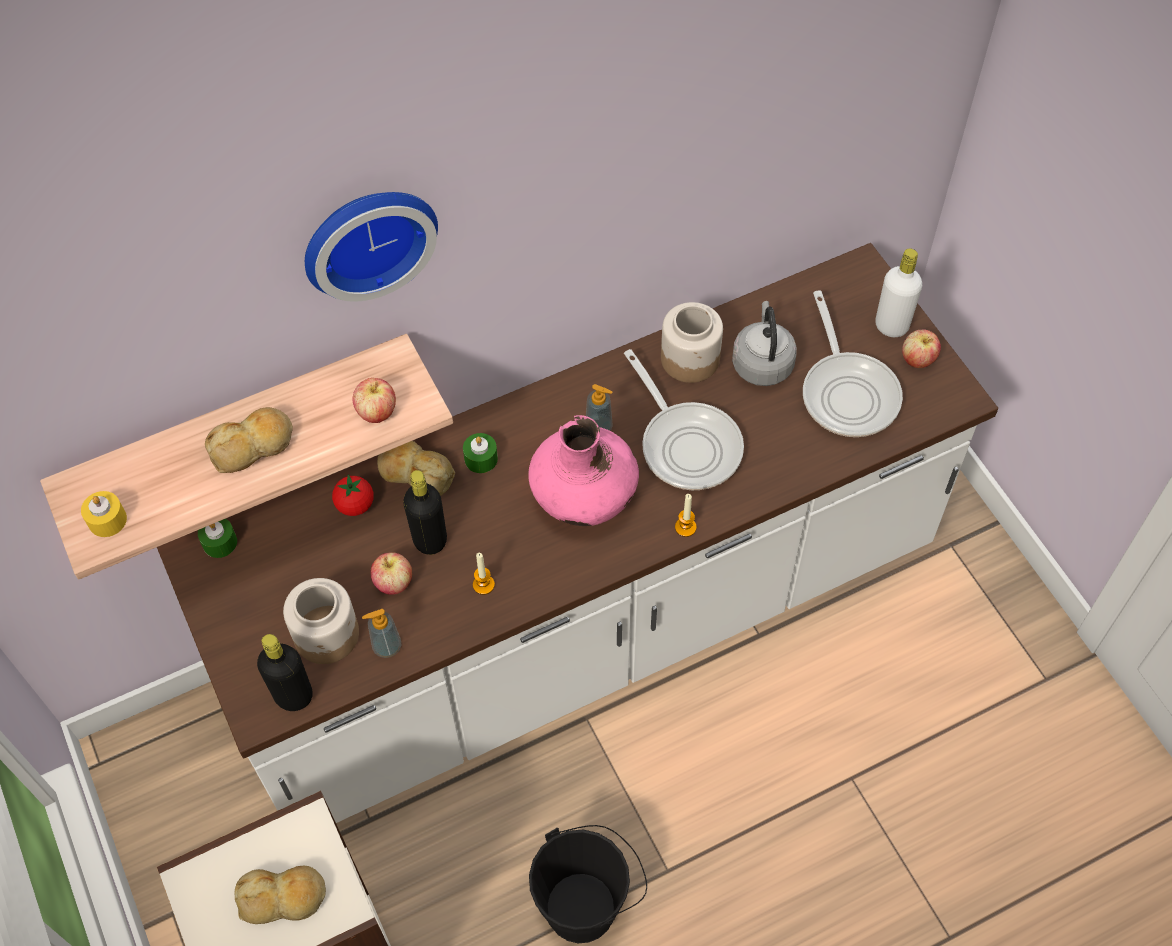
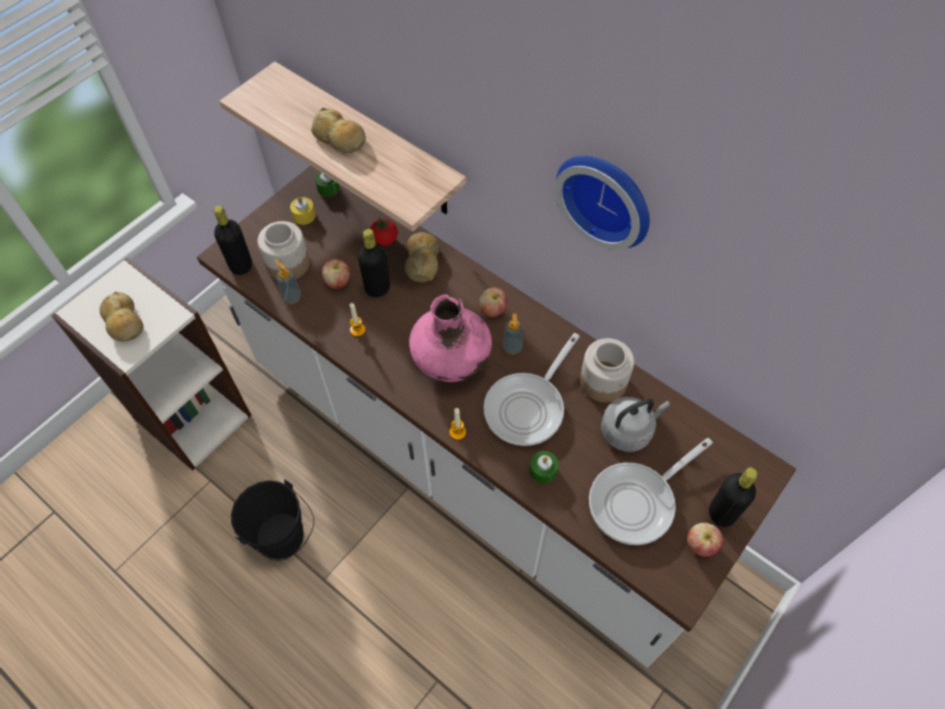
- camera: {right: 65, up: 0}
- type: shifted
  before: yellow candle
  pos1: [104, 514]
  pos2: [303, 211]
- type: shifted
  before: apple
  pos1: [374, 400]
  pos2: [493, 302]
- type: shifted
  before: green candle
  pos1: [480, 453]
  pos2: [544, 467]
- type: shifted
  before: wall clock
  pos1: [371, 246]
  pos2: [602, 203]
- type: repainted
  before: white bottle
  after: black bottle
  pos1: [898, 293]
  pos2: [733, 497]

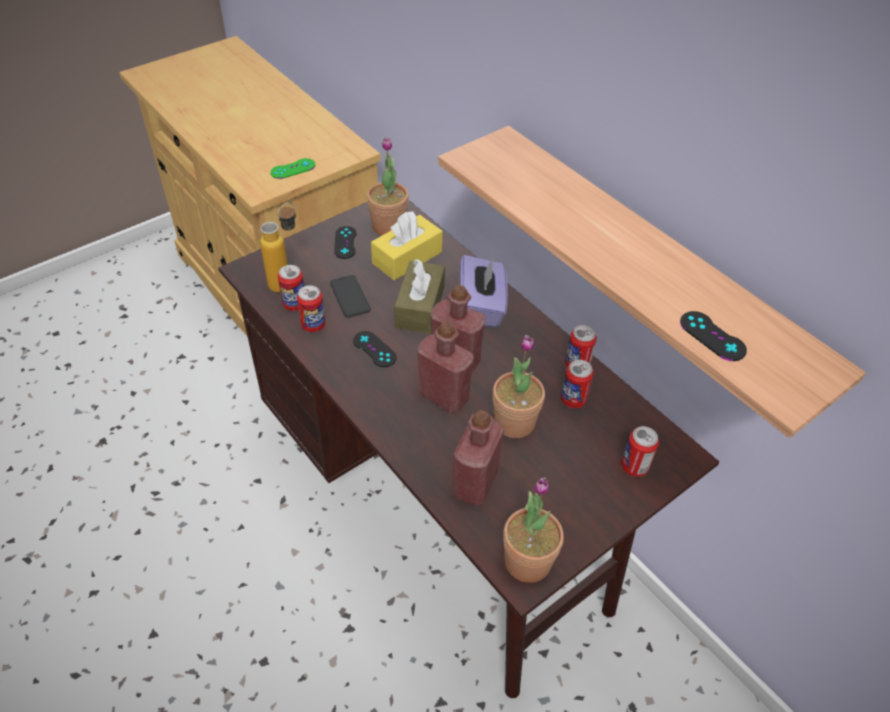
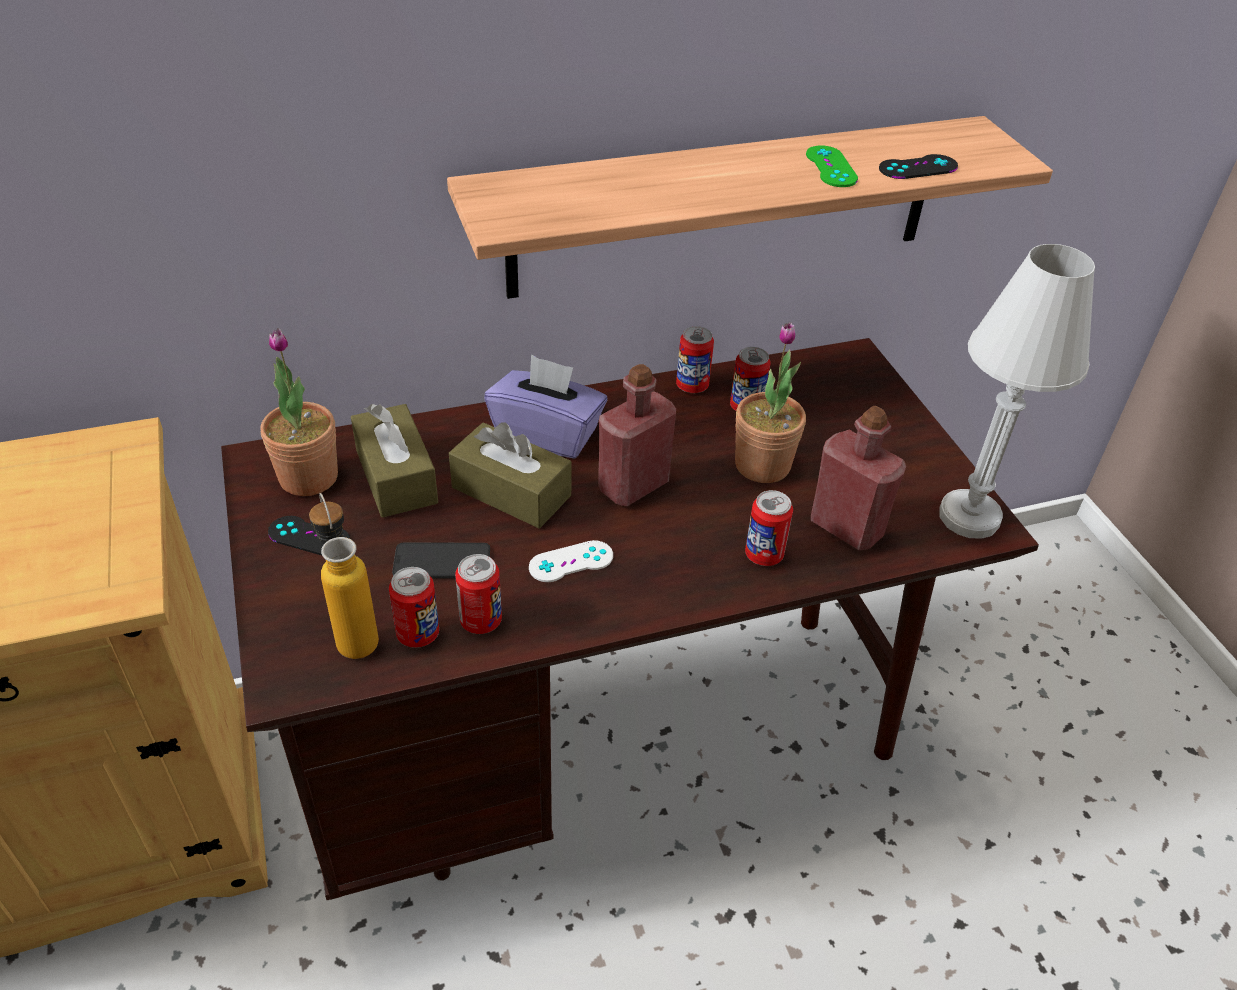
- camera: {right: -70, up: -5}
- type: repainted
  before: yellow tissue box
  after: brown tissue box
  pos1: [407, 245]
  pos2: [394, 461]
- type: repainted
  before: black game controller
  after: white game controller
  pos1: [375, 349]
  pos2: [571, 561]
- type: shifted
  before: can
  pos1: [640, 451]
  pos2: [769, 528]
- type: shifted
  before: green game controller
  pos1: [292, 168]
  pos2: [832, 166]
- type: swapped
  before: potted plant
  after: white table lamp
  pos1: [533, 530]
  pos2: [1017, 391]
- type: gone
  before: red bottle
  pos1: [446, 367]

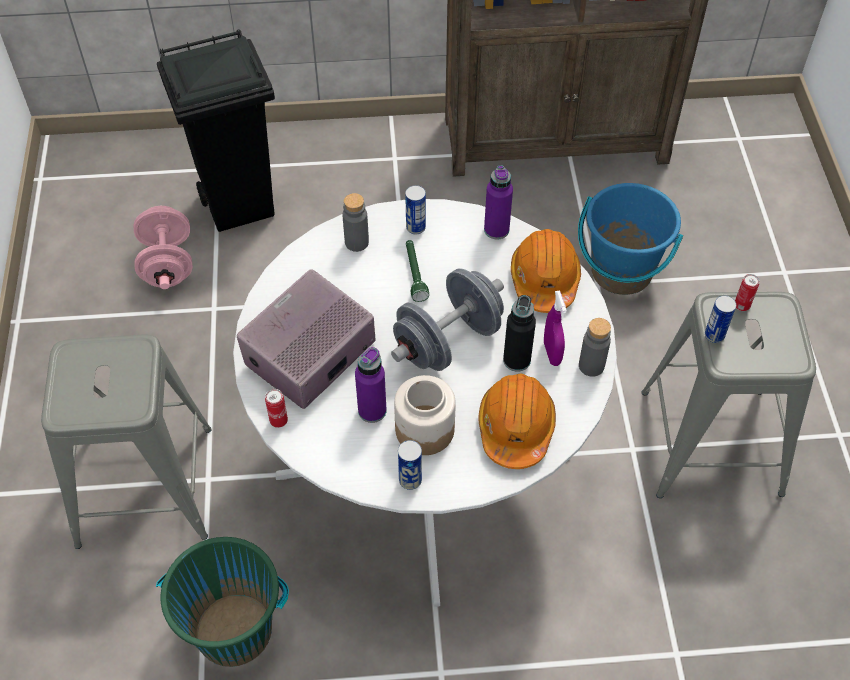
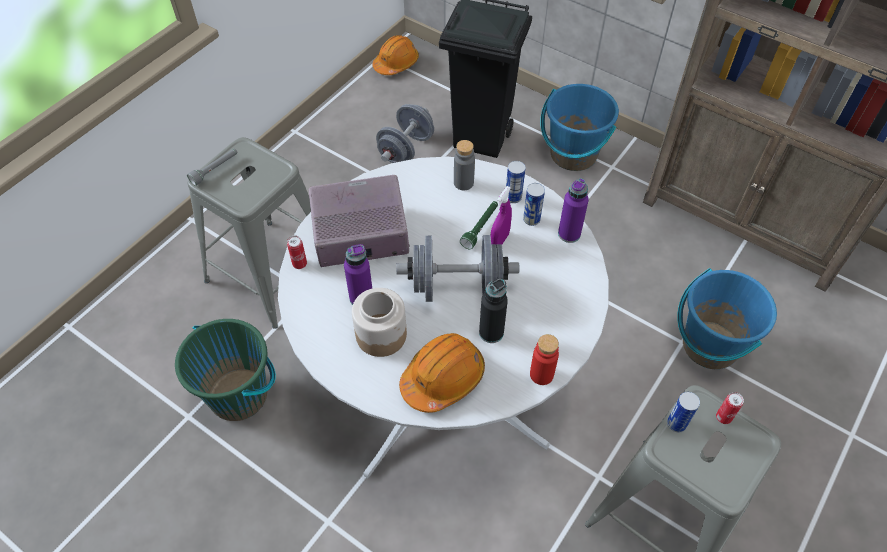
- camera: {right: 40, up: 0}
- type: new
  after: grey flashlight
  pos2: [212, 167]
- type: shifted
  before: orange hard hat
  pos1: [546, 271]
  pos2: [396, 55]
- type: repainted
  before: pink dumbbell
  after: grey dumbbell
  pos1: [163, 247]
  pos2: [405, 133]
- type: shifted
  before: purple spray bottle
  pos1: [555, 328]
  pos2: [501, 215]
- type: shifted
  before: can
  pos1: [410, 465]
  pos2: [534, 204]
- type: repainted
  before: grey bottle
  after: red bottle
  pos1: [595, 347]
  pos2: [544, 359]
- type: new
  after: blue bucket
  pos2: [579, 127]

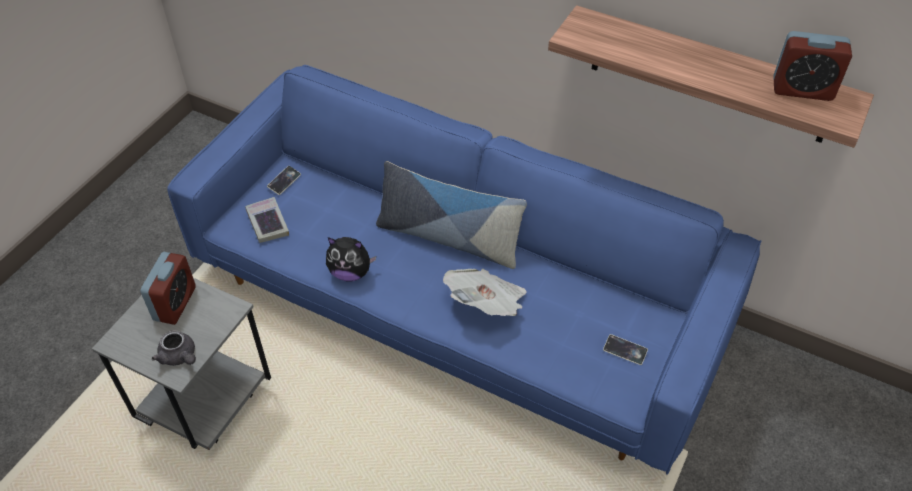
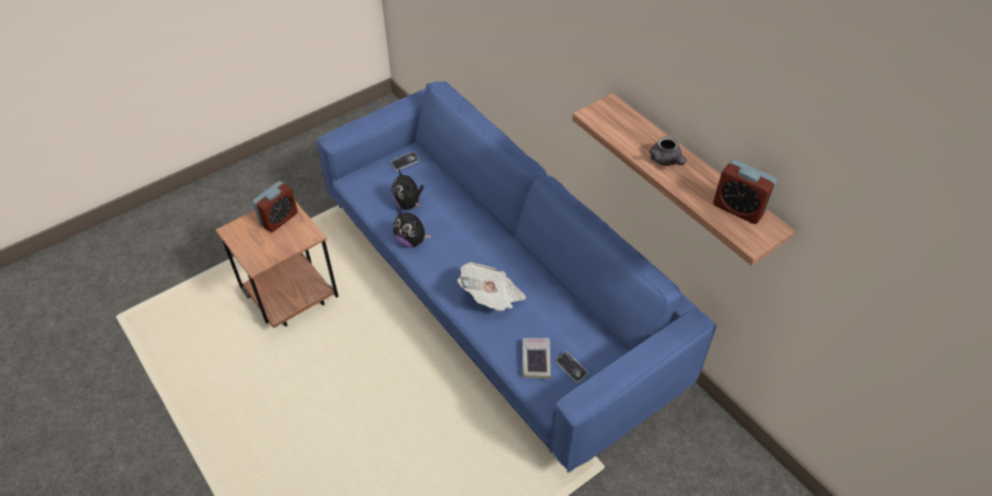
- camera: {right: 25, up: 0}
- type: repainted
  before: grey side table
  after: brown side table
  pos1: [181, 364]
  pos2: [277, 264]
- type: new
  after: plush toy
  pos2: [407, 189]
- type: shifted
  before: book
  pos1: [267, 220]
  pos2: [536, 358]
- type: shifted
  before: grey teapot
  pos1: [174, 348]
  pos2: [667, 151]
- type: gone
  before: pillow
  pos1: [451, 215]

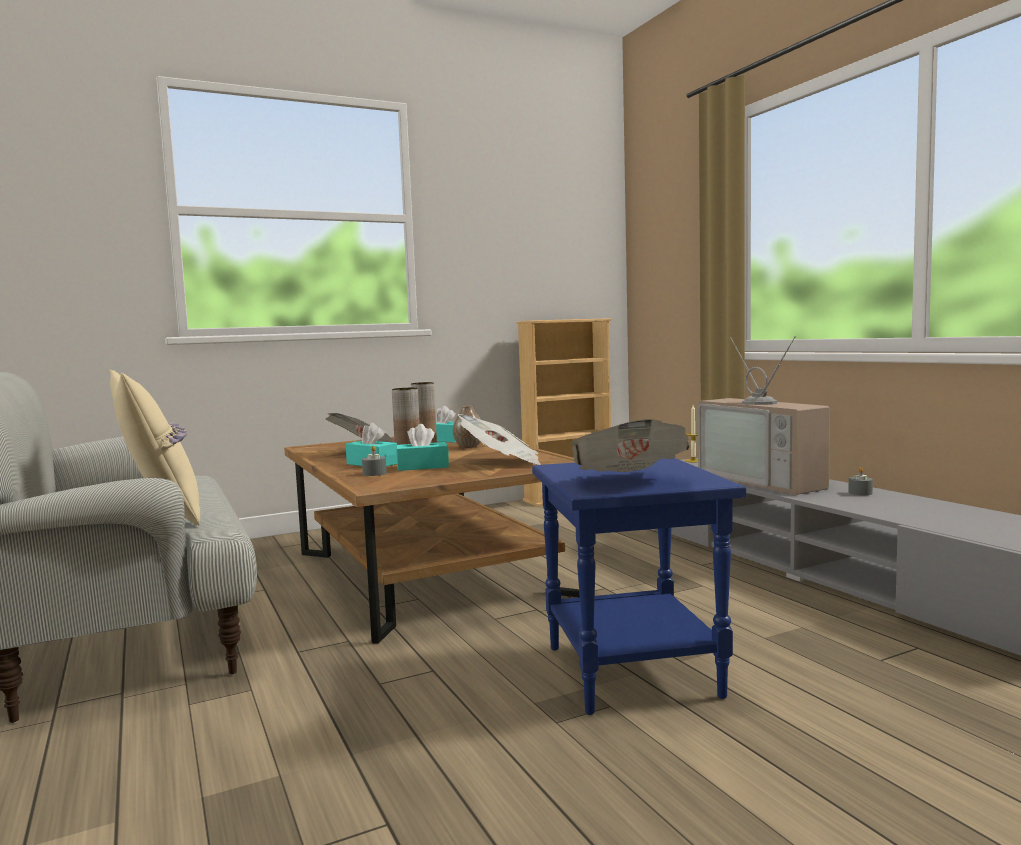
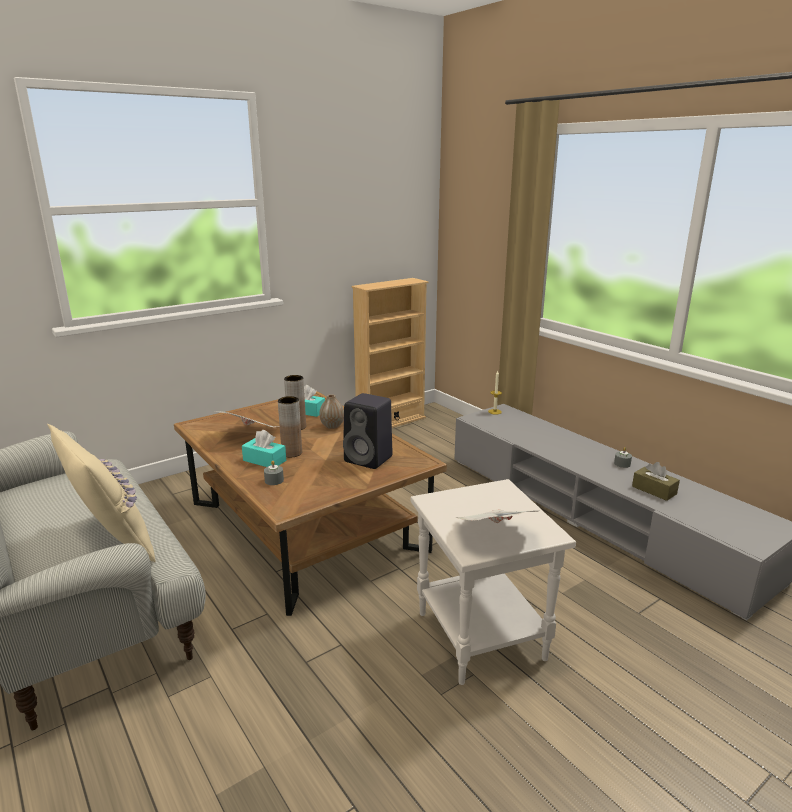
- camera: {right: -10, up: 15}
- type: swapped
  before: newspaper
  after: black speaker
  pos1: [499, 439]
  pos2: [368, 431]
- type: repainted
  before: blue side table
  after: white side table
  pos1: [639, 586]
  pos2: [493, 582]
- type: new
  after: brown tissue box
  pos2: [656, 481]
- type: gone
  before: turquoise tissue box
  pos1: [422, 447]
- type: gone
  before: television
  pos1: [764, 415]

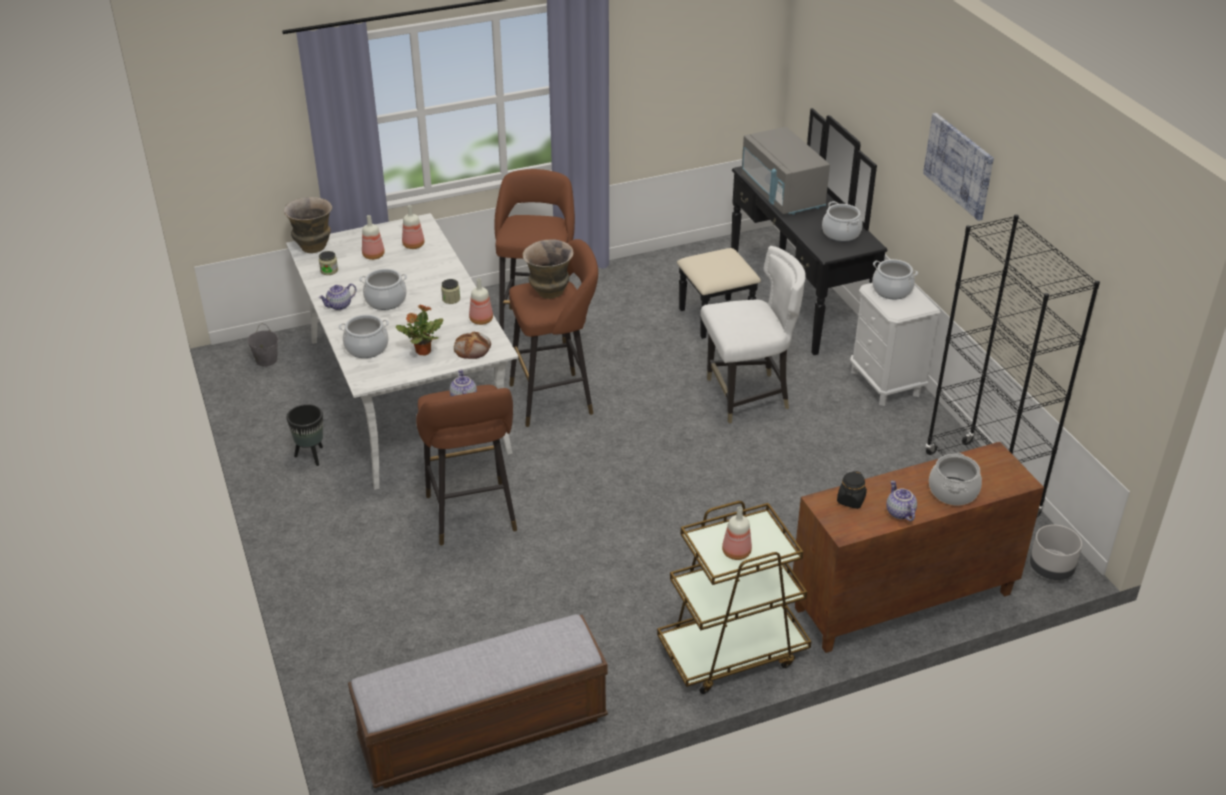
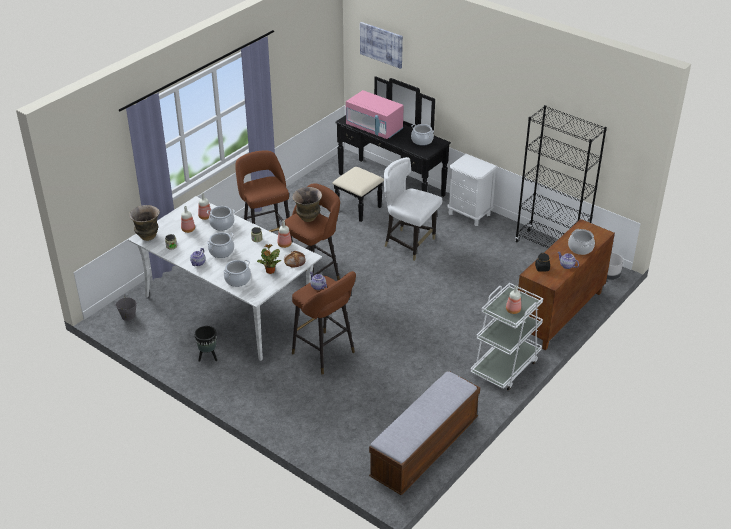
- camera: {right: -30, up: 0}
- type: shifted
  before: cooking pot
  pos1: [895, 279]
  pos2: [221, 218]
- type: repainted
  before: grey microwave
  after: pink microwave
  pos1: [785, 171]
  pos2: [375, 114]
- type: shifted
  before: picture
  pos1: [958, 167]
  pos2: [381, 45]
- type: rotated
  before: white chair
  pos1: [753, 334]
  pos2: [413, 209]
  turn: -105
- type: repainted
  before: brown cart
  after: white cart
  pos1: [734, 597]
  pos2: [506, 336]

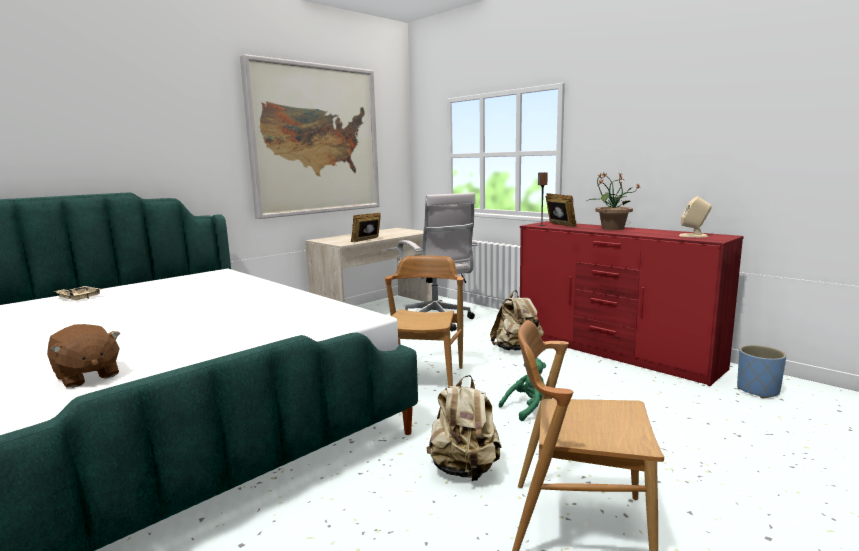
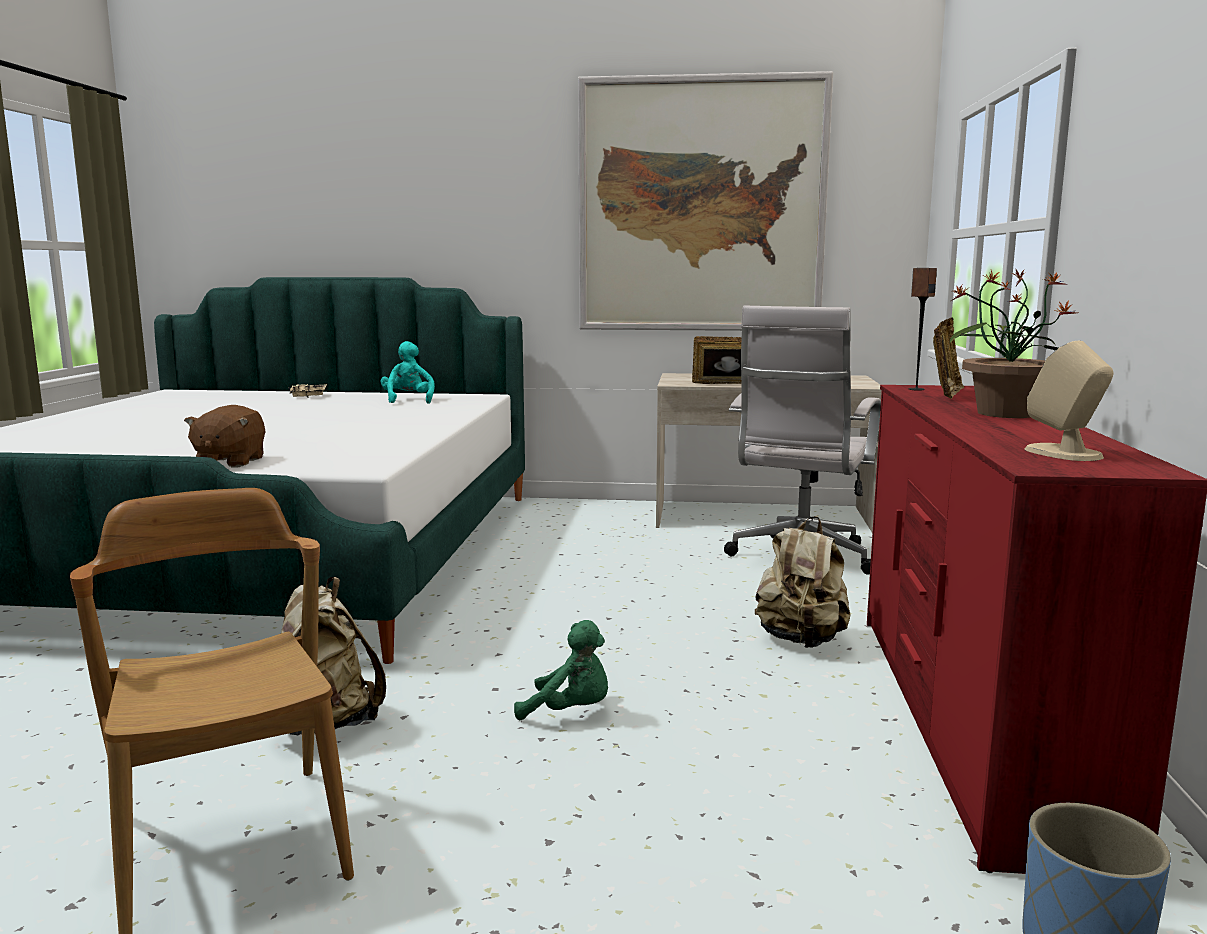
- camera: {right: 50, up: 0}
- type: shifted
  before: brown plush toy
  pos1: [84, 356]
  pos2: [225, 436]
- type: new
  after: turquoise plush toy
  pos2: [408, 372]
- type: gone
  before: brown chair
  pos1: [424, 321]

